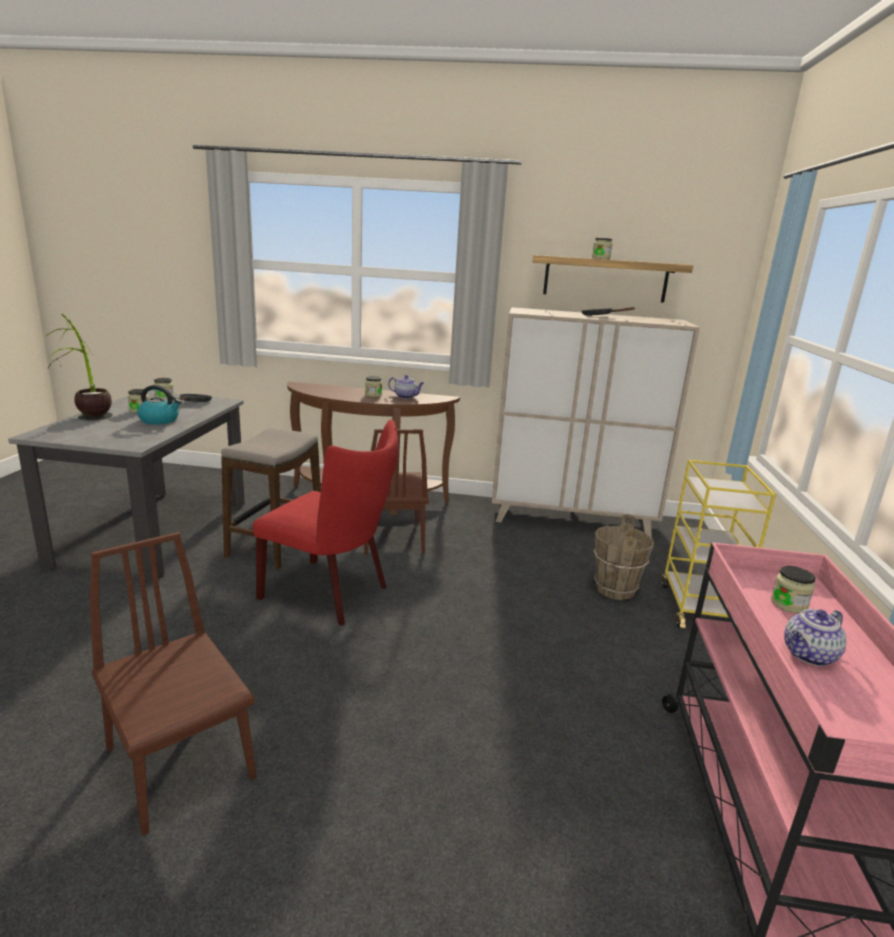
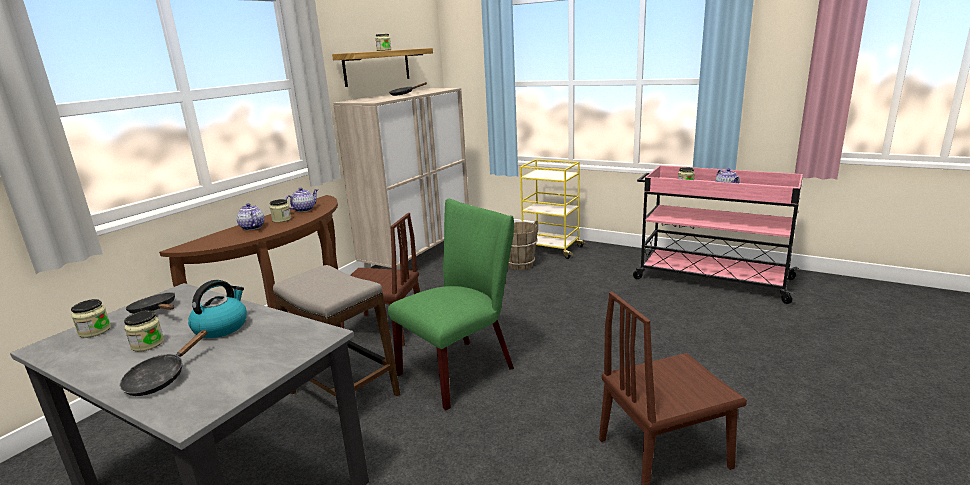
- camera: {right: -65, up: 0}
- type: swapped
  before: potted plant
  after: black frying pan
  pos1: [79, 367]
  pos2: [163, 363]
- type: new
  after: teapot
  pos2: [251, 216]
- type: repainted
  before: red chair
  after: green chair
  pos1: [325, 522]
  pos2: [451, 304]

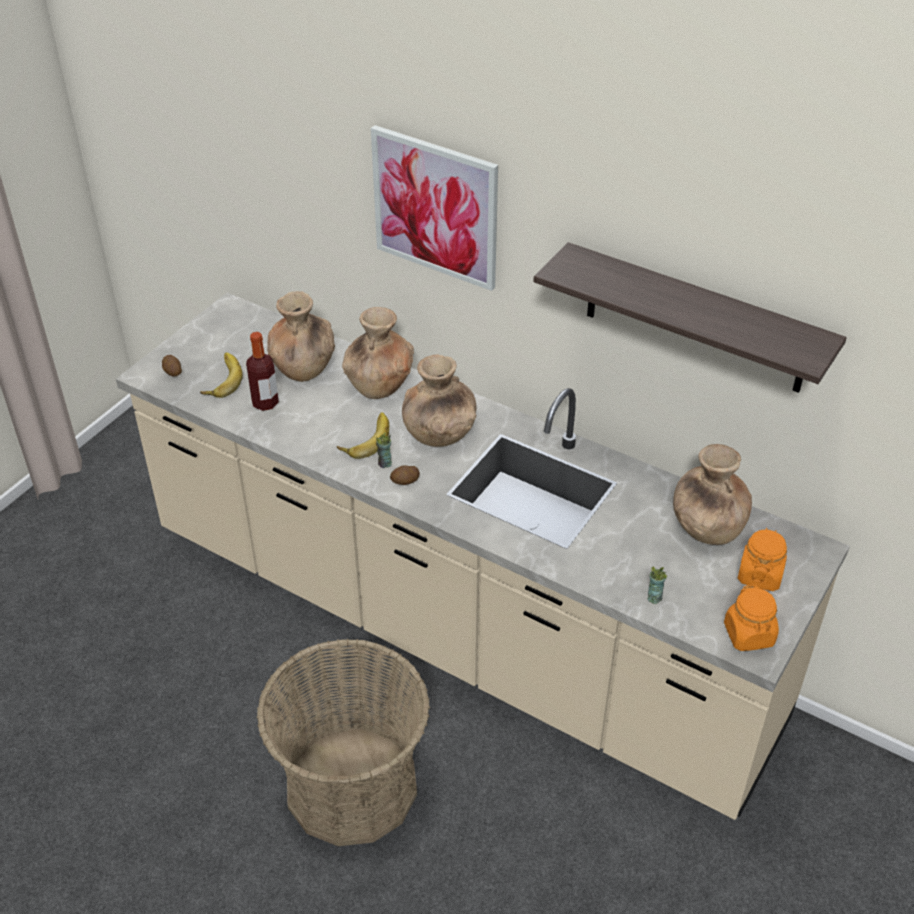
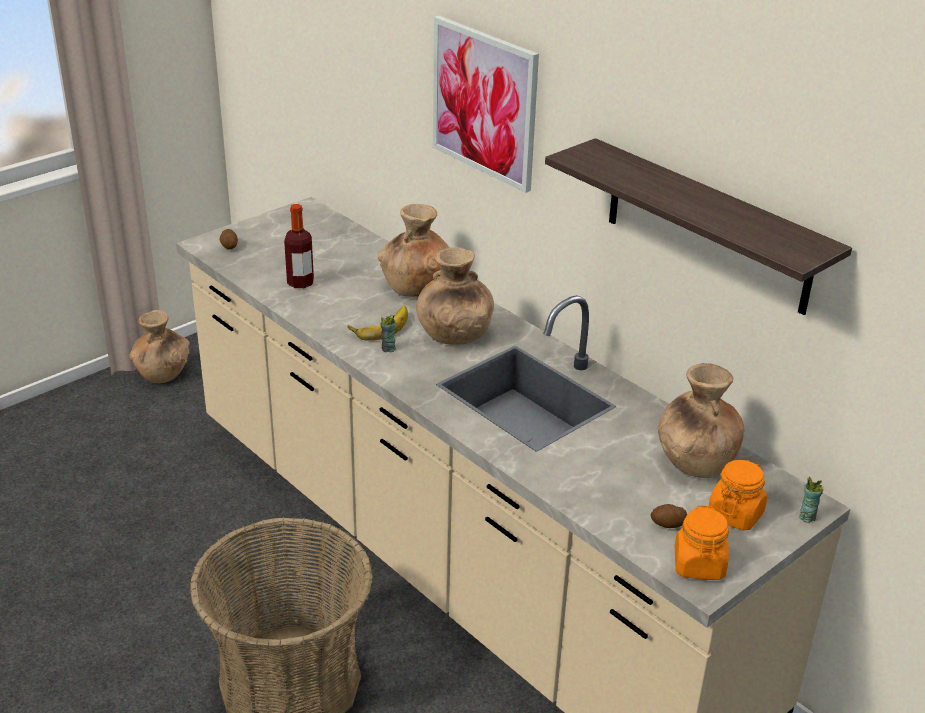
- camera: {right: 15, up: -10}
- type: shifted
  before: brown vase
  pos1: [301, 336]
  pos2: [159, 347]
- type: shifted
  before: potato
  pos1: [405, 475]
  pos2: [669, 516]
- type: shifted
  before: cup
  pos1: [657, 585]
  pos2: [811, 500]
- type: gone
  before: banana
  pos1: [221, 375]

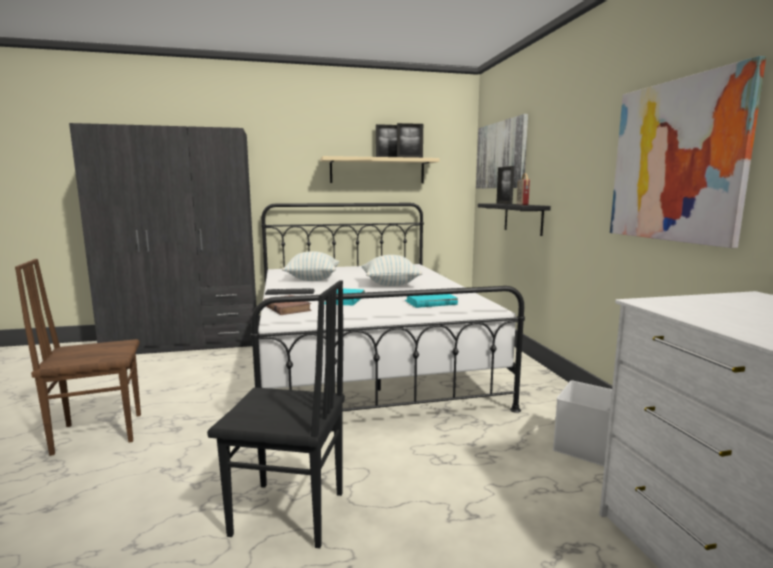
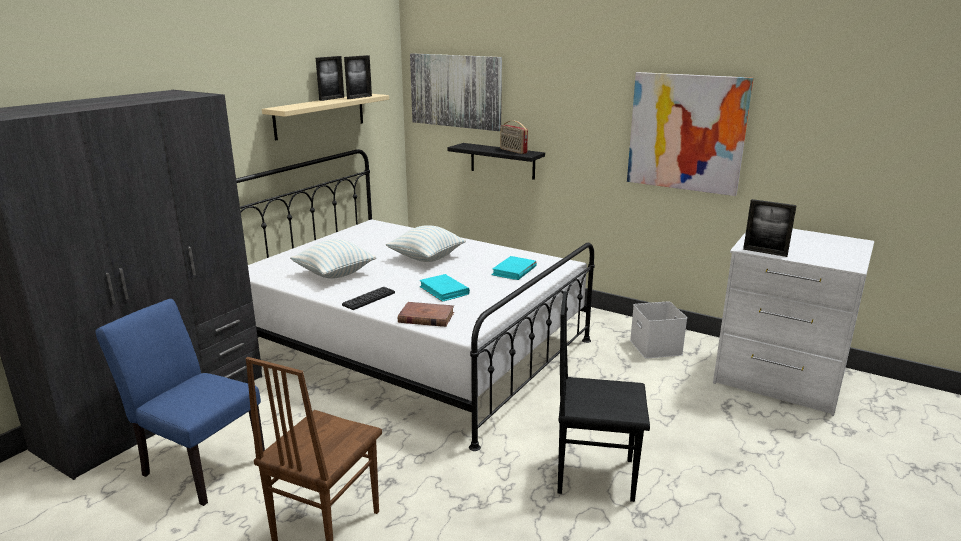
- camera: {right: -45, up: 10}
- type: new
  after: blue chair
  pos2: [180, 402]
- type: rotated
  before: black chair
  pos1: [276, 414]
  pos2: [604, 396]
  turn: -135
- type: shifted
  before: picture frame
  pos1: [505, 185]
  pos2: [770, 228]

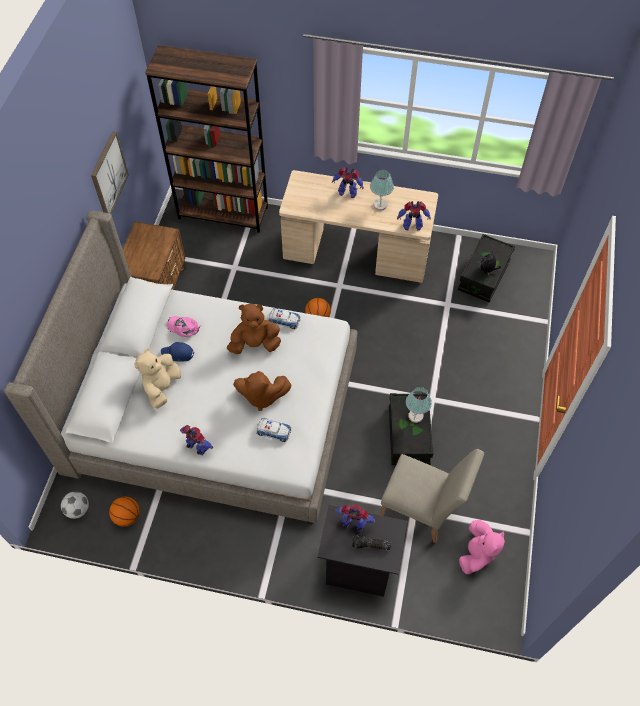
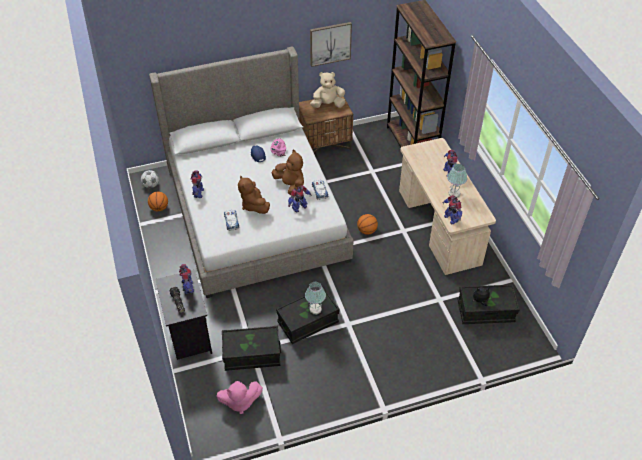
- camera: {right: 60, up: -10}
- type: swapped
  before: beige chair
  after: black storage box
  pos1: [432, 496]
  pos2: [251, 348]
- type: new
  after: toy robot
  pos2: [300, 199]
- type: shifted
  before: beige plush toy
  pos1: [158, 378]
  pos2: [328, 90]

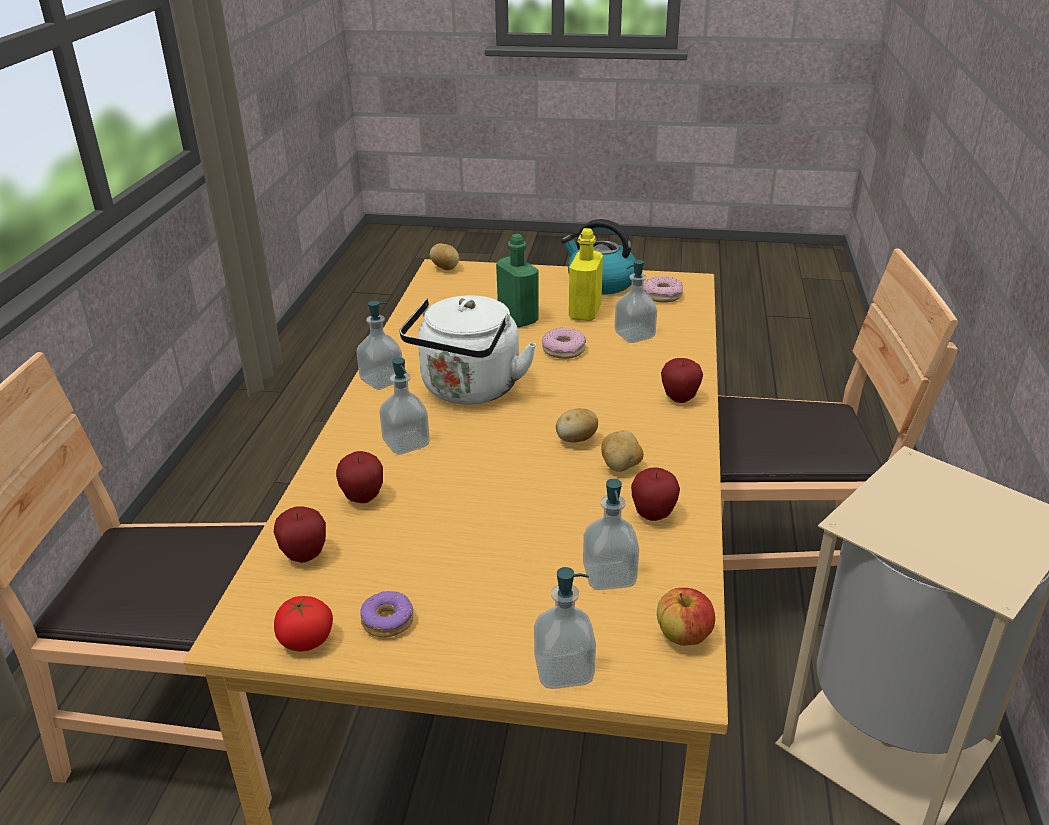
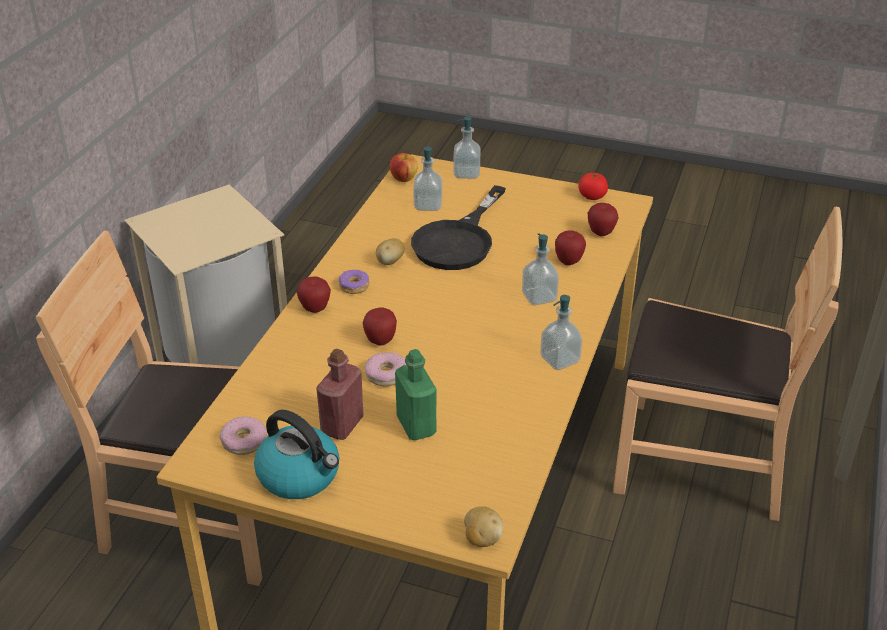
- camera: {right: -170, up: 5}
- type: repainted
  before: yellow bottle
  after: red bottle
  pos1: [586, 274]
  pos2: [340, 394]
- type: shifted
  before: donut
  pos1: [386, 614]
  pos2: [354, 282]
- type: shifted
  before: apple
  pos1: [655, 494]
  pos2: [380, 327]
- type: new
  after: black frying pan
  pos2: [458, 227]
- type: gone
  before: white kettle
  pos1: [468, 350]
- type: gone
  before: potato
  pos1: [577, 425]
- type: gone
  before: soap dispenser
  pos1: [636, 301]

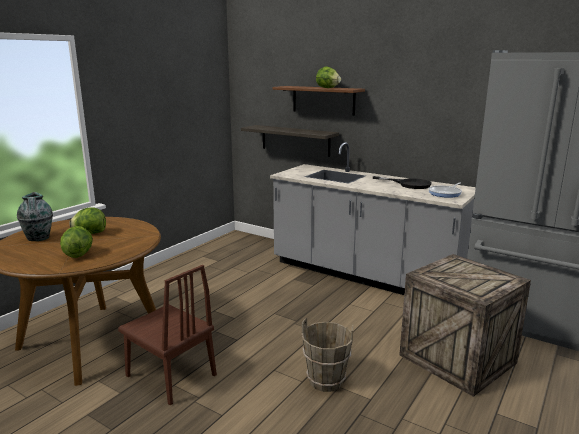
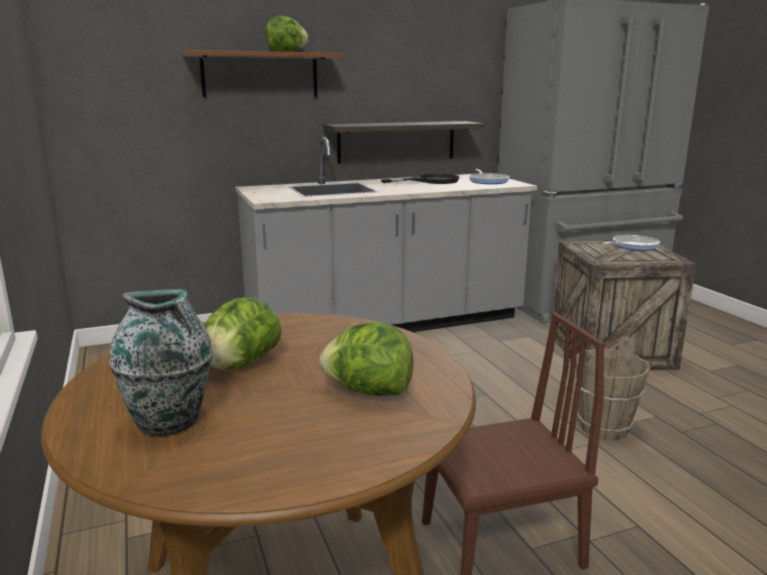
- camera: {right: -55, up: 0}
- type: shifted
  before: shelf
  pos1: [290, 141]
  pos2: [404, 142]
- type: new
  after: frying pan
  pos2: [631, 243]

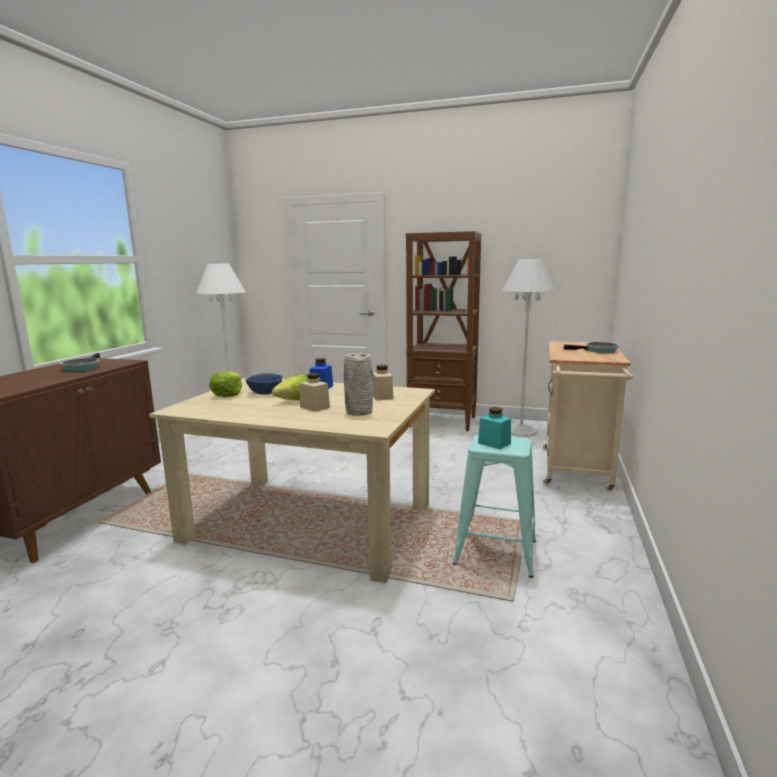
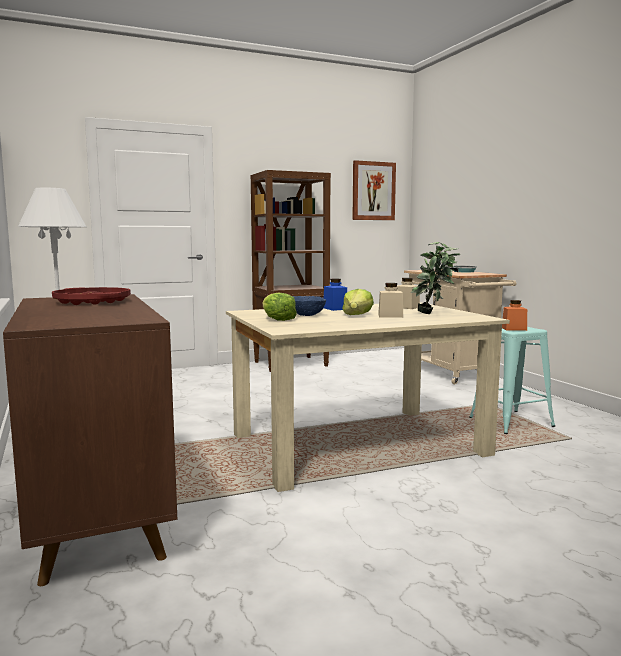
- camera: {right: -40, up: -5}
- type: swapped
  before: frying pan
  after: red tray
  pos1: [80, 362]
  pos2: [91, 296]
- type: new
  after: picture
  pos2: [374, 190]
- type: swapped
  before: grey vase
  after: potted plant
  pos1: [358, 384]
  pos2: [435, 278]
- type: repainted
  before: turquoise jar
  after: orange jar
  pos1: [494, 428]
  pos2: [514, 315]
- type: gone
  before: white floor lamp
  pos1: [529, 348]

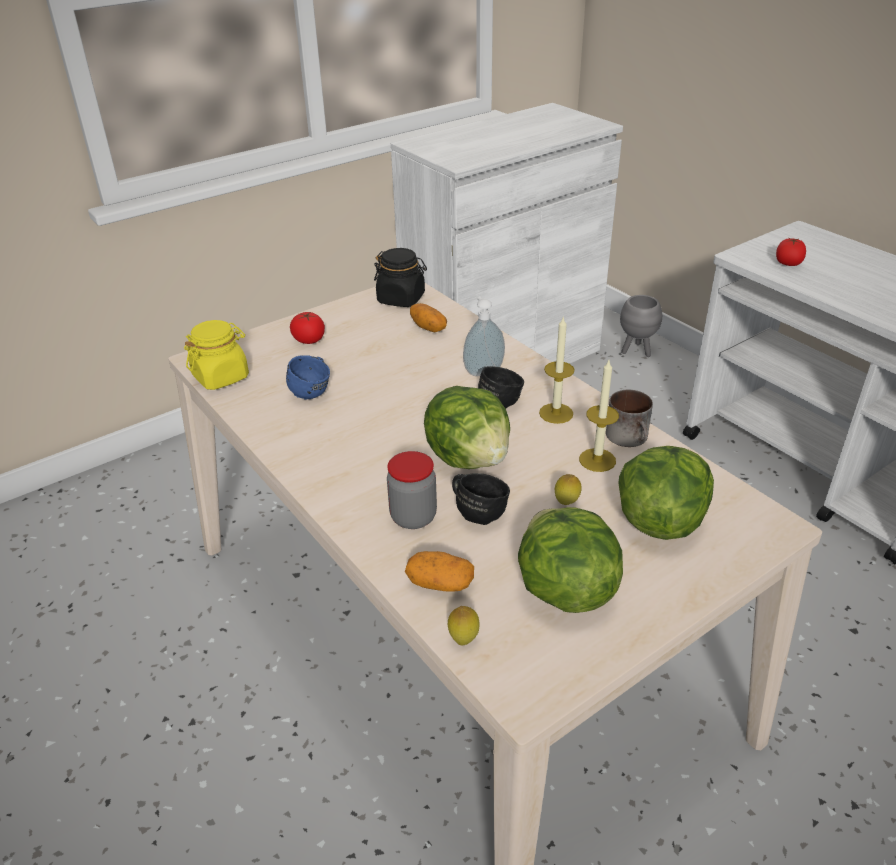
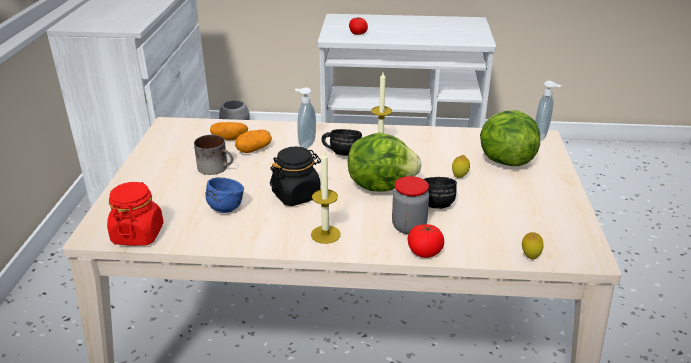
- camera: {right: -50, up: -5}
- type: repainted
  before: yellow jar
  after: red jar
  pos1: [216, 355]
  pos2: [135, 214]
- type: shifted
  before: mug
  pos1: [629, 418]
  pos2: [213, 155]
- type: shifted
  before: potato
  pos1: [439, 571]
  pos2: [253, 141]
- type: shifted
  before: black jar
  pos1: [400, 277]
  pos2: [295, 176]
- type: shifted
  before: candle
  pos1: [599, 416]
  pos2: [325, 197]
- type: shifted
  before: tomato
  pos1: [307, 328]
  pos2: [426, 241]
- type: new
  after: soap dispenser
  pos2: [548, 111]
- type: gone
  before: lettuce
  pos1: [570, 560]

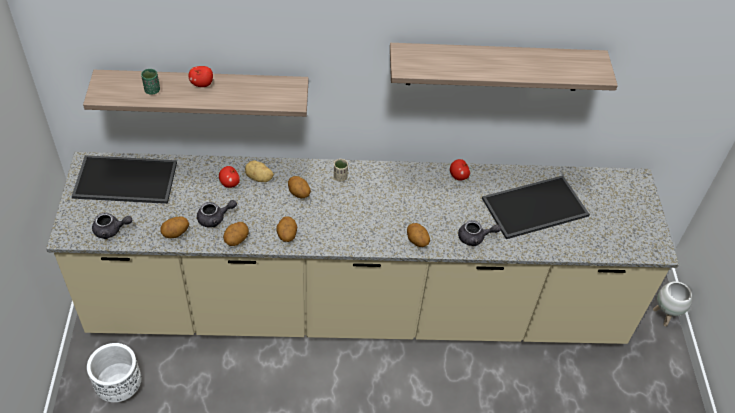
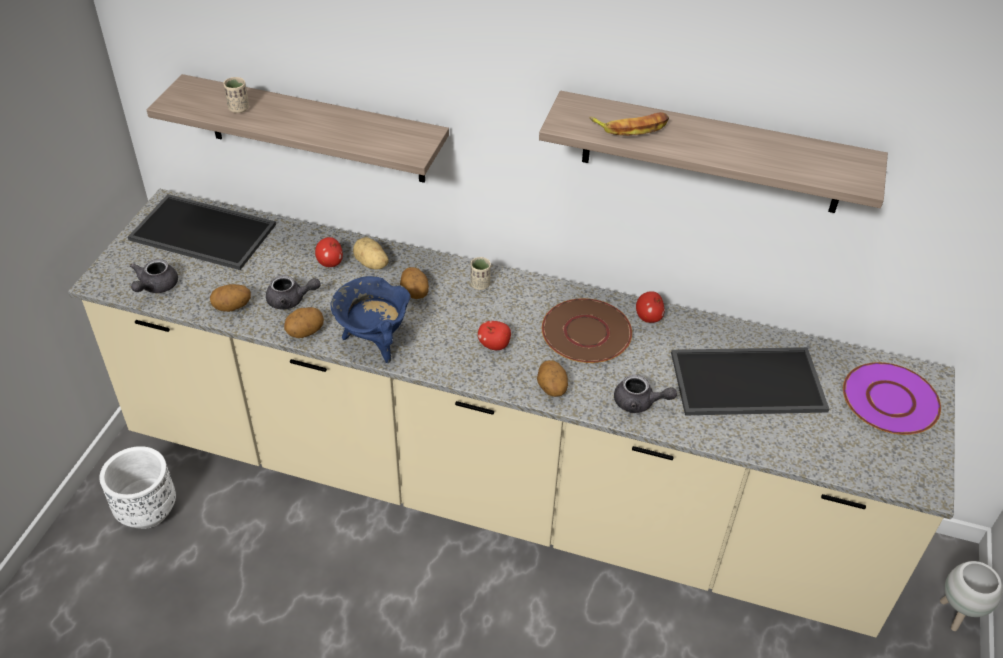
- camera: {right: 20, up: -5}
- type: rotated
  before: grey teapot
  pos1: [112, 226]
  pos2: [154, 276]
  turn: 90
- type: repainted
  before: green cup
  after: beige cup
  pos1: [150, 82]
  pos2: [236, 95]
- type: swapped
  before: potato
  after: blue cooking pot
  pos1: [286, 229]
  pos2: [370, 319]
- type: shifted
  before: apple
  pos1: [201, 76]
  pos2: [494, 335]
- type: new
  after: brown plate
  pos2: [587, 330]
- type: new
  after: banana
  pos2: [629, 124]
- type: new
  after: purple plate
  pos2: [892, 398]

